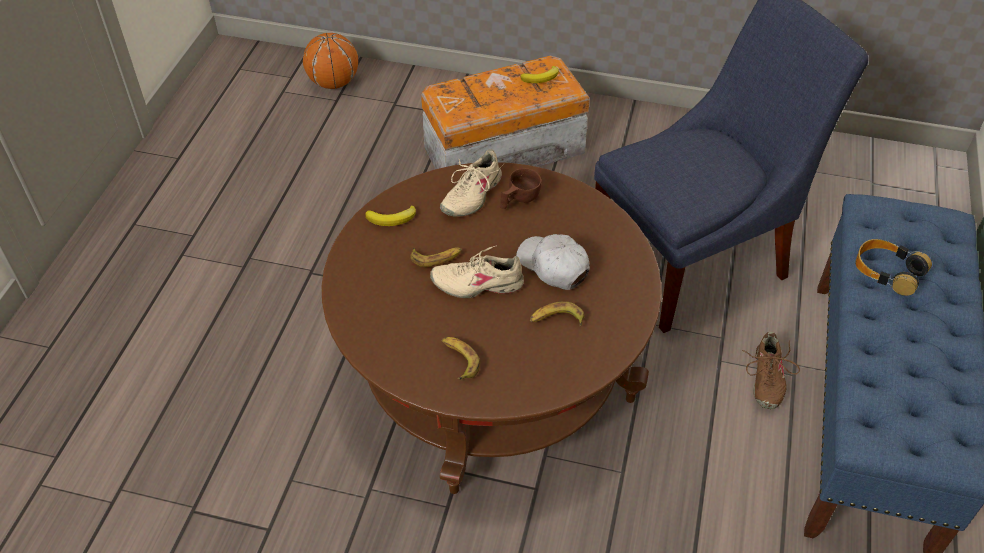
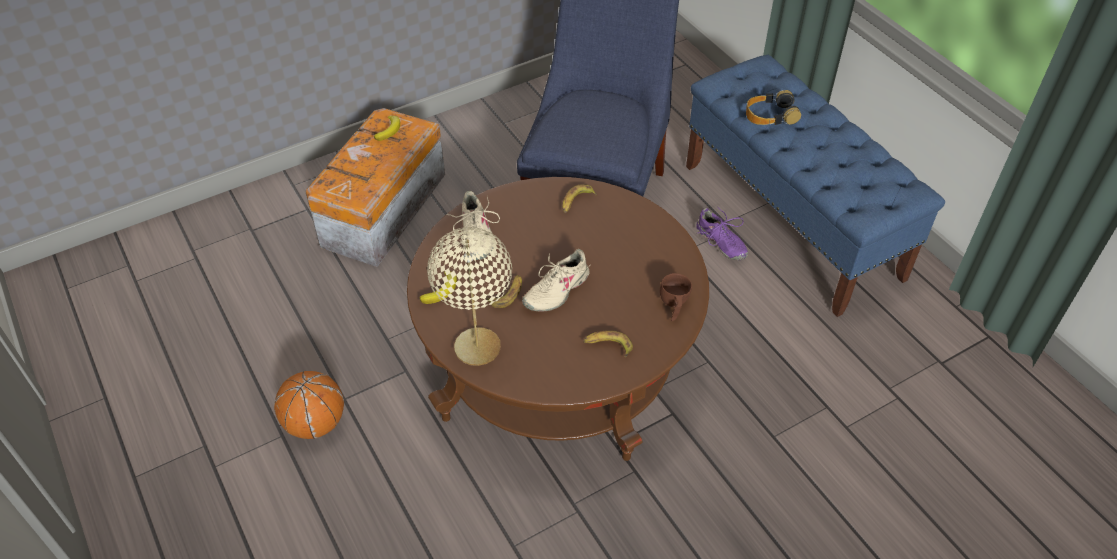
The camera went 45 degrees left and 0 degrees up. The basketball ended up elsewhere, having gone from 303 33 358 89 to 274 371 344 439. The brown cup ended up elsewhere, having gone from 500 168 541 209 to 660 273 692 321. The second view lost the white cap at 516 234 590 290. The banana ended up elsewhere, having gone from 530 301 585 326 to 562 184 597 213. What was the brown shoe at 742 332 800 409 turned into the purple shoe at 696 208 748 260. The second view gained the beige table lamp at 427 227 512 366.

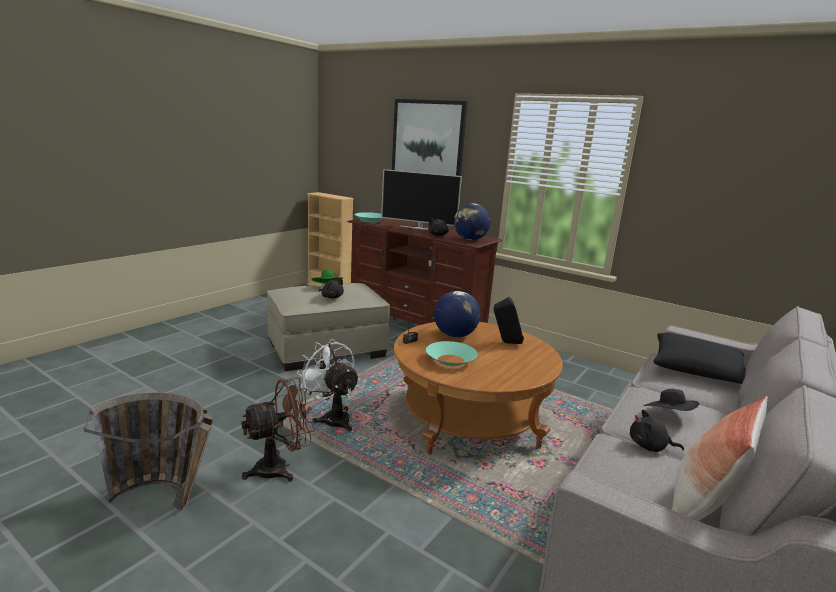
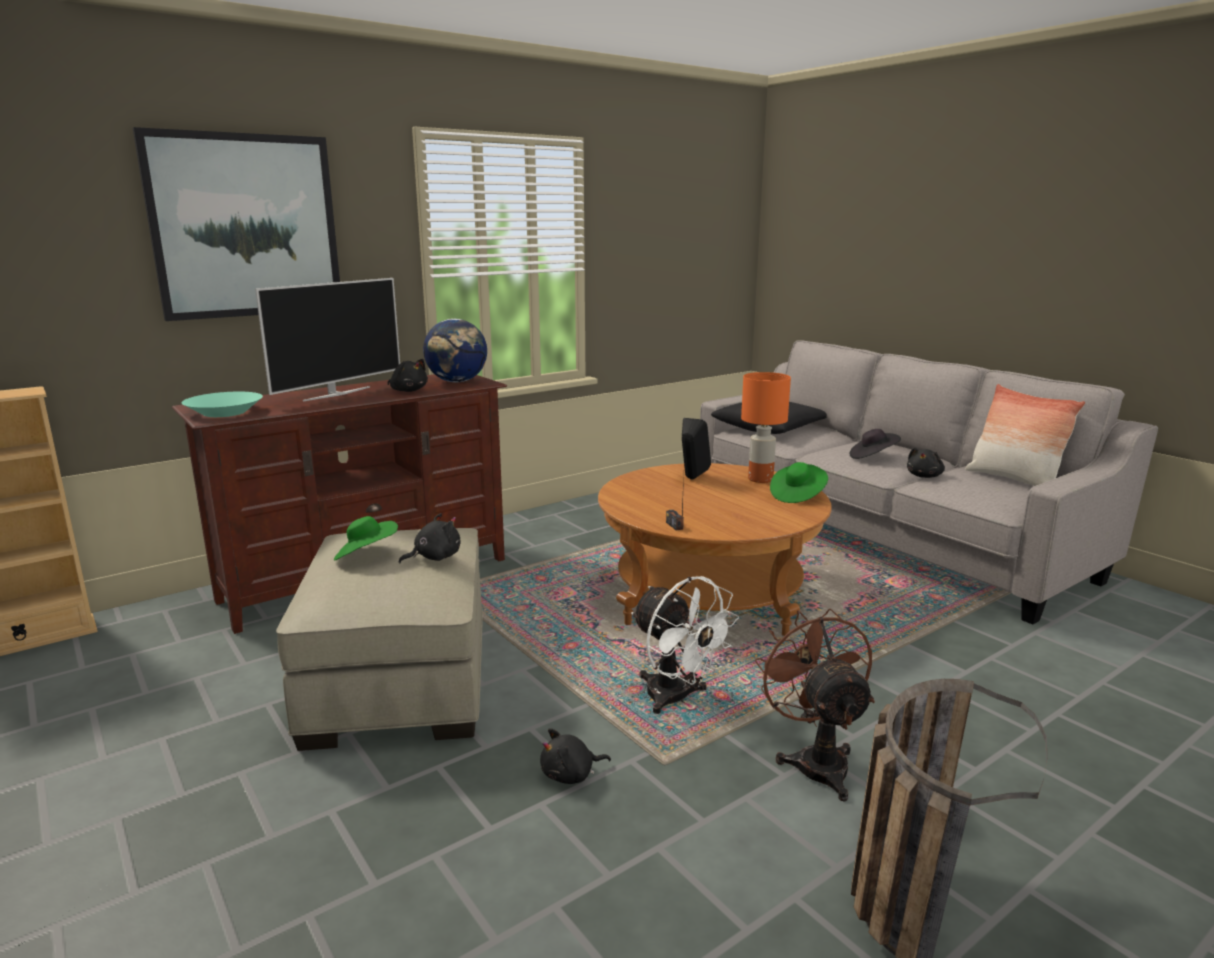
The camera went 70 degrees left and 0 degrees up. The second view lost the globe at 434 291 481 337. The white fan at 297 339 360 431 ended up facing another way, 105 degrees counterclockwise from before. The second view lost the turquoise bowl at 426 341 478 366. The second view gained the orange table lamp at 741 372 791 483. The second view gained the green hat at 770 462 828 503. The second view gained the black plush toy at 540 728 611 784.

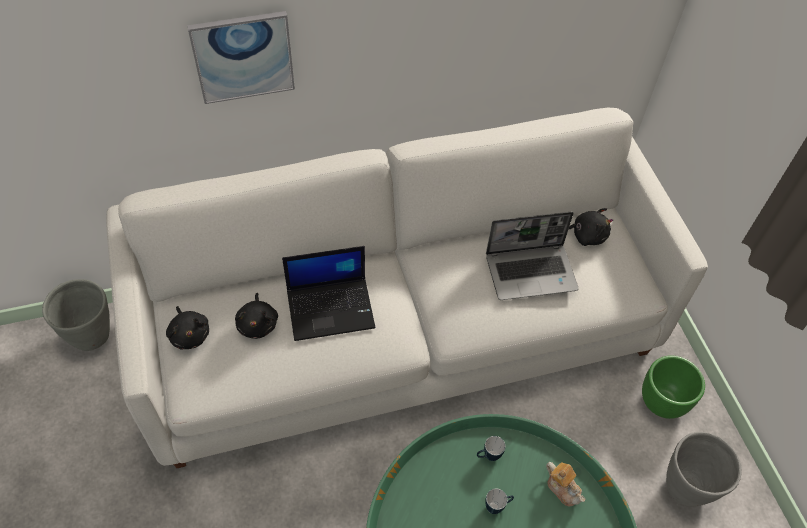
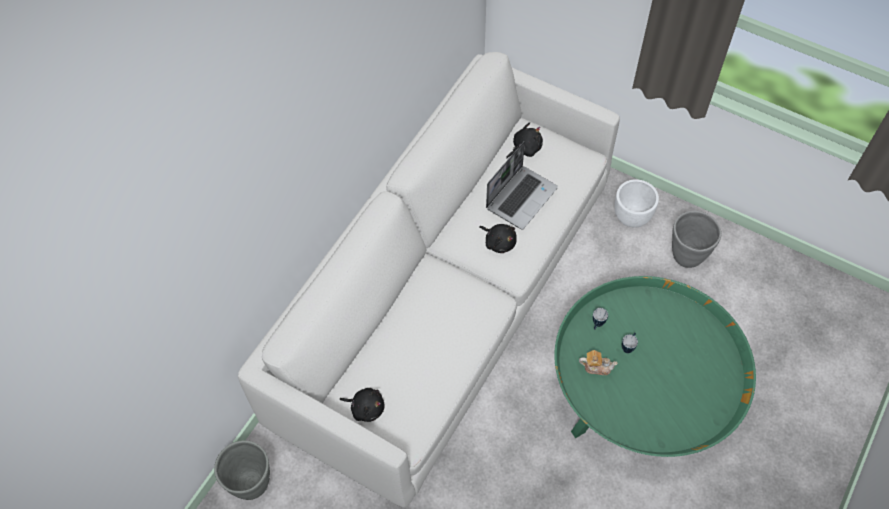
The camera went 40 degrees left and 5 degrees up. The second view lost the picture at 187 11 295 104. The second view lost the laptop at 282 246 375 341. The black plush toy ended up elsewhere, having gone from 235 293 278 339 to 479 224 517 253. What was the green planter at 642 355 705 419 turned into the white planter at 615 179 659 228. The teapot ended up elsewhere, having gone from 546 462 585 506 to 579 350 618 375.

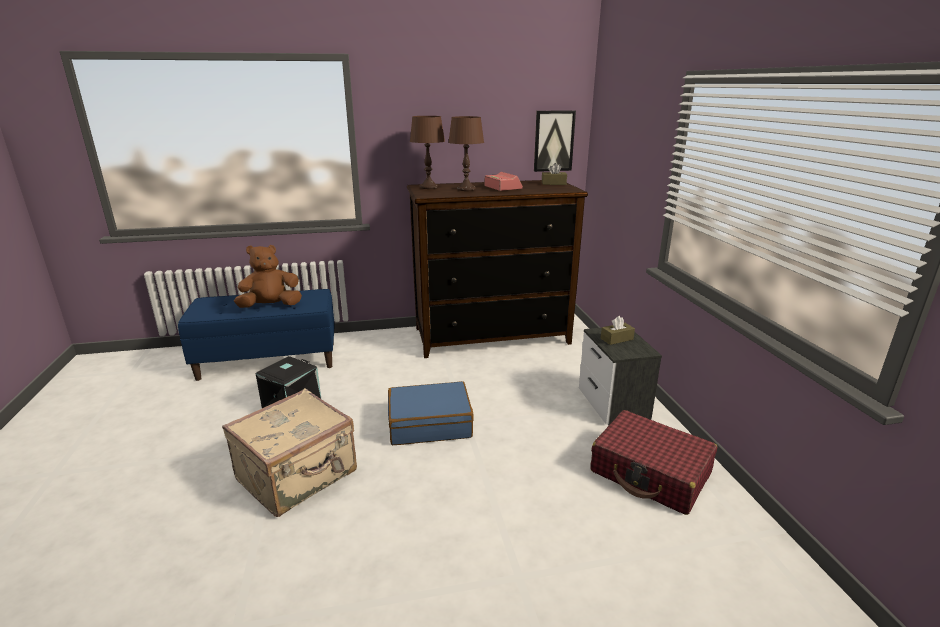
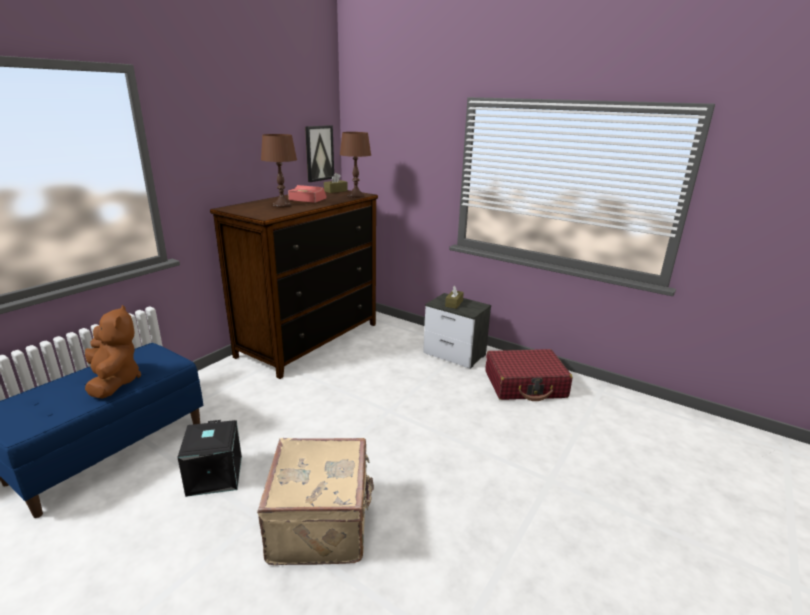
The camera went 45 degrees left and 0 degrees up. The brown table lamp ended up elsewhere, having gone from 410 116 445 189 to 340 132 371 198. The brown plush toy at 234 245 302 308 ended up facing another way, 135 degrees clockwise from before. The second view lost the blue suitcase at 388 381 474 445.

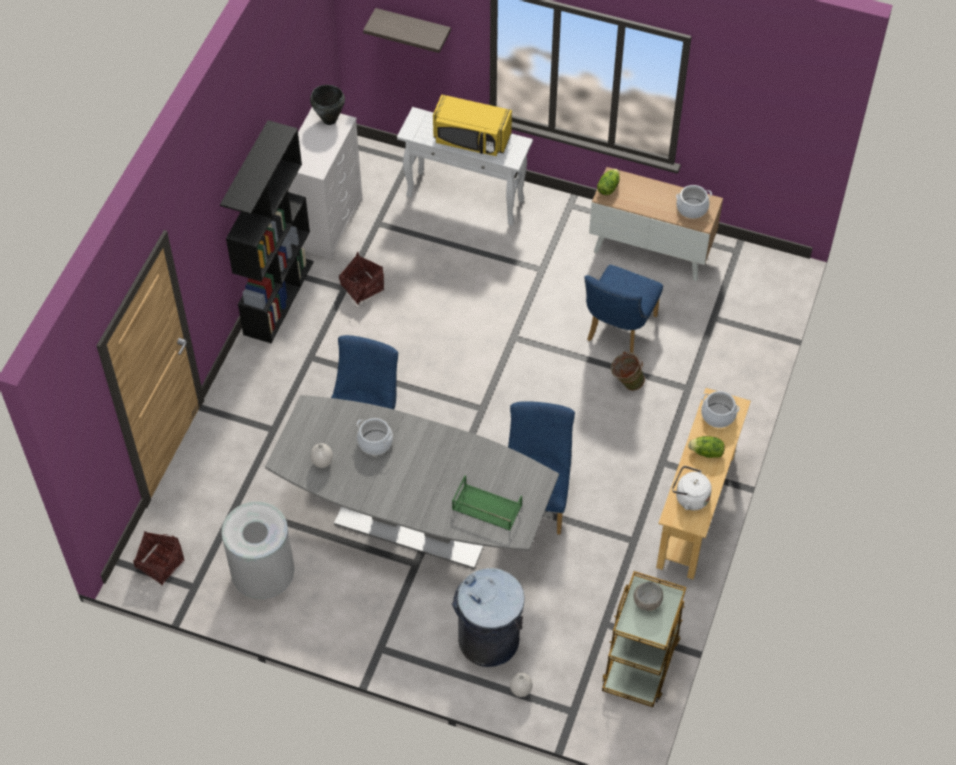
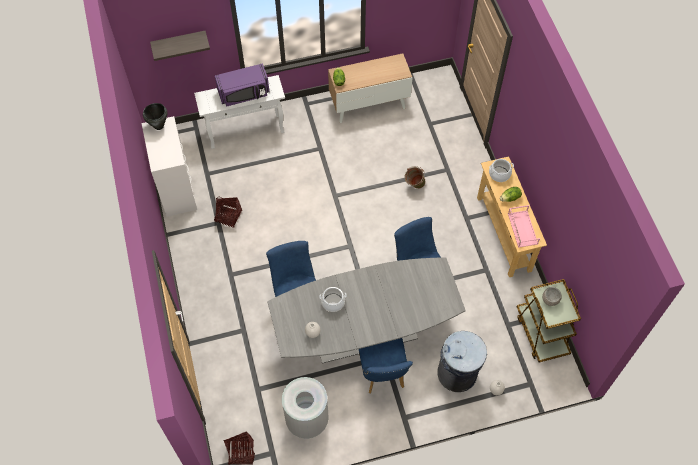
The camera went 35 degrees left and 5 degrees up. What was the yellow microwave at 433 94 512 156 turned into the purple microwave at 215 63 270 107. The second view lost the black bookcase at 220 120 314 343. The second view lost the cooking pot at 676 185 712 219. The blue chair ended up elsewhere, having gone from 584 265 663 353 to 359 338 413 394. Where the white kettle stood at 672 466 712 510, the pink tray came to stand at 508 205 540 248. The second view lost the green tray at 452 476 522 530.

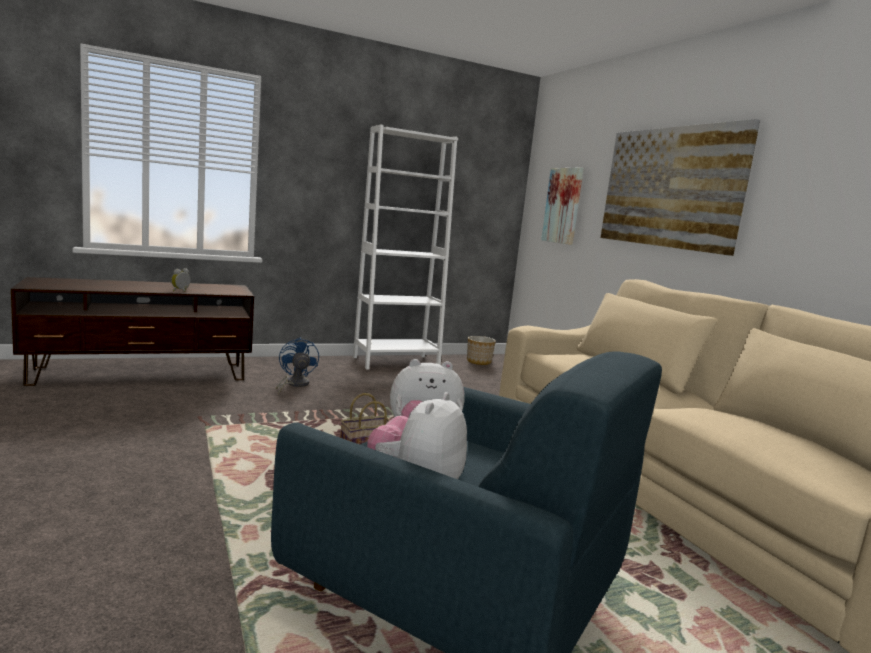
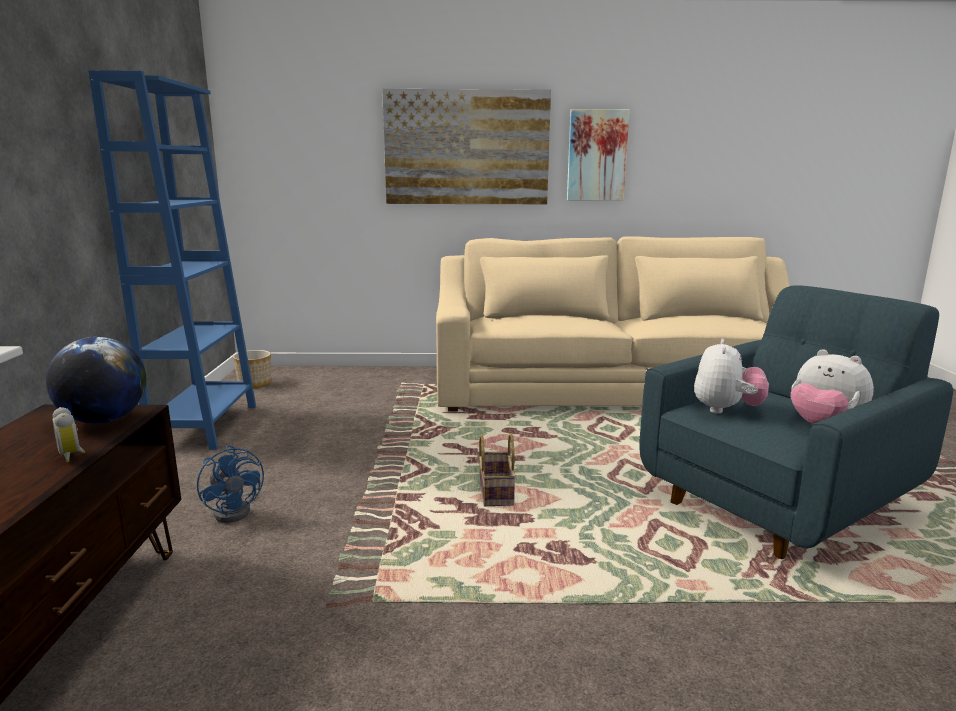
The camera went 65 degrees left and 5 degrees up. What was the white bookcase at 353 125 458 370 turned into the blue bookcase at 88 70 256 450. The picture ended up elsewhere, having gone from 541 167 584 245 to 567 109 629 201. The blue fan at 276 337 319 394 ended up facing another way, 135 degrees counterclockwise from before. The second view gained the globe at 46 337 146 424.

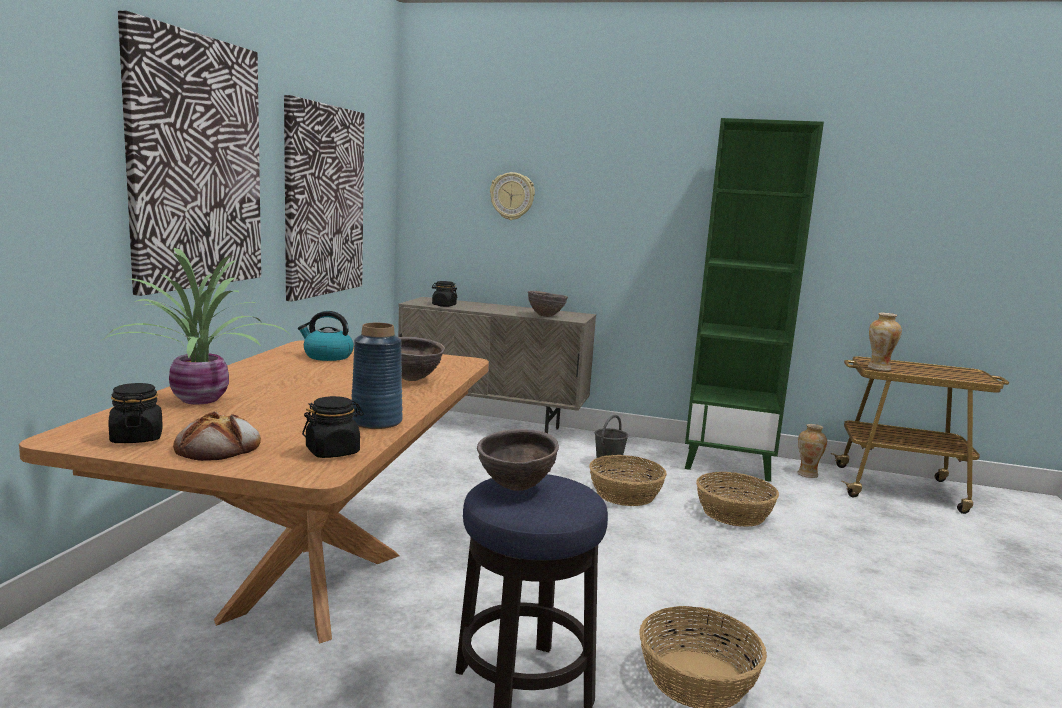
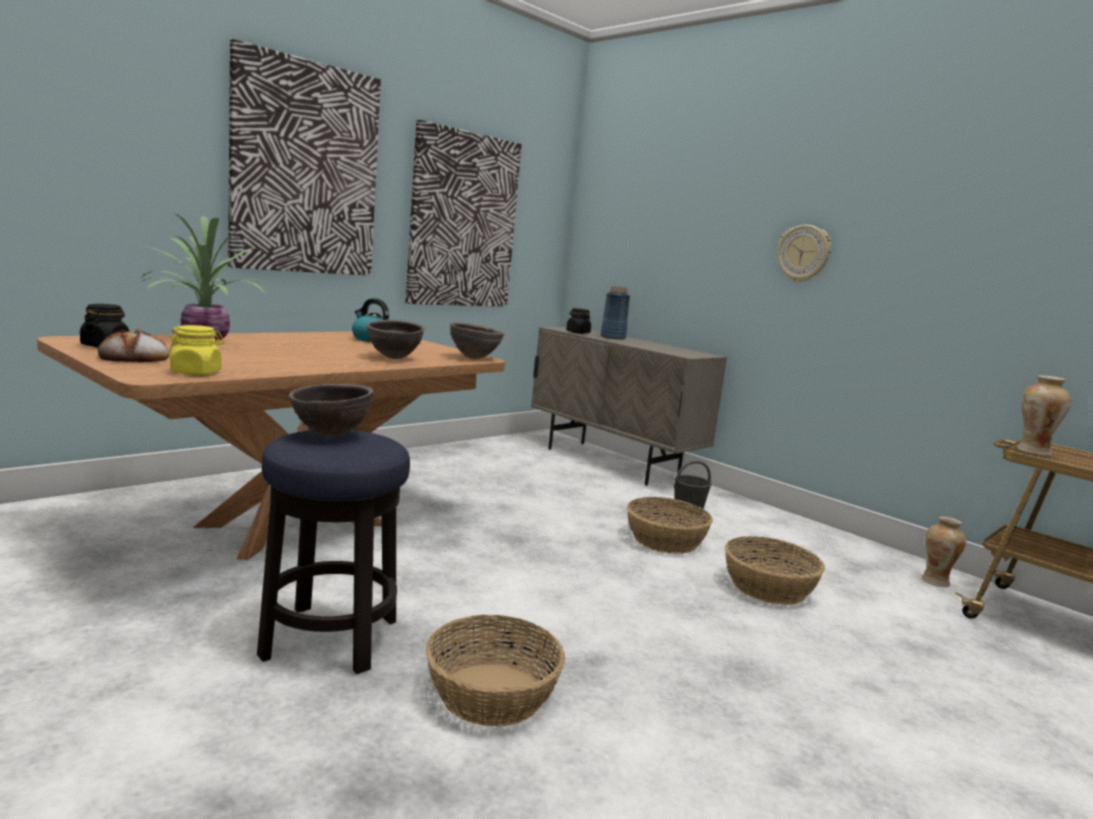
The camera went 30 degrees right and 0 degrees up. The second view lost the green bookcase at 685 118 824 482. The wall clock ended up elsewhere, having gone from 490 172 535 220 to 777 225 831 282. The brown bowl ended up elsewhere, having gone from 528 291 568 317 to 450 322 504 359. The blue vase ended up elsewhere, having gone from 351 323 403 429 to 600 286 630 340. What was the black jar at 302 396 364 458 turned into the yellow jar at 169 325 224 375.

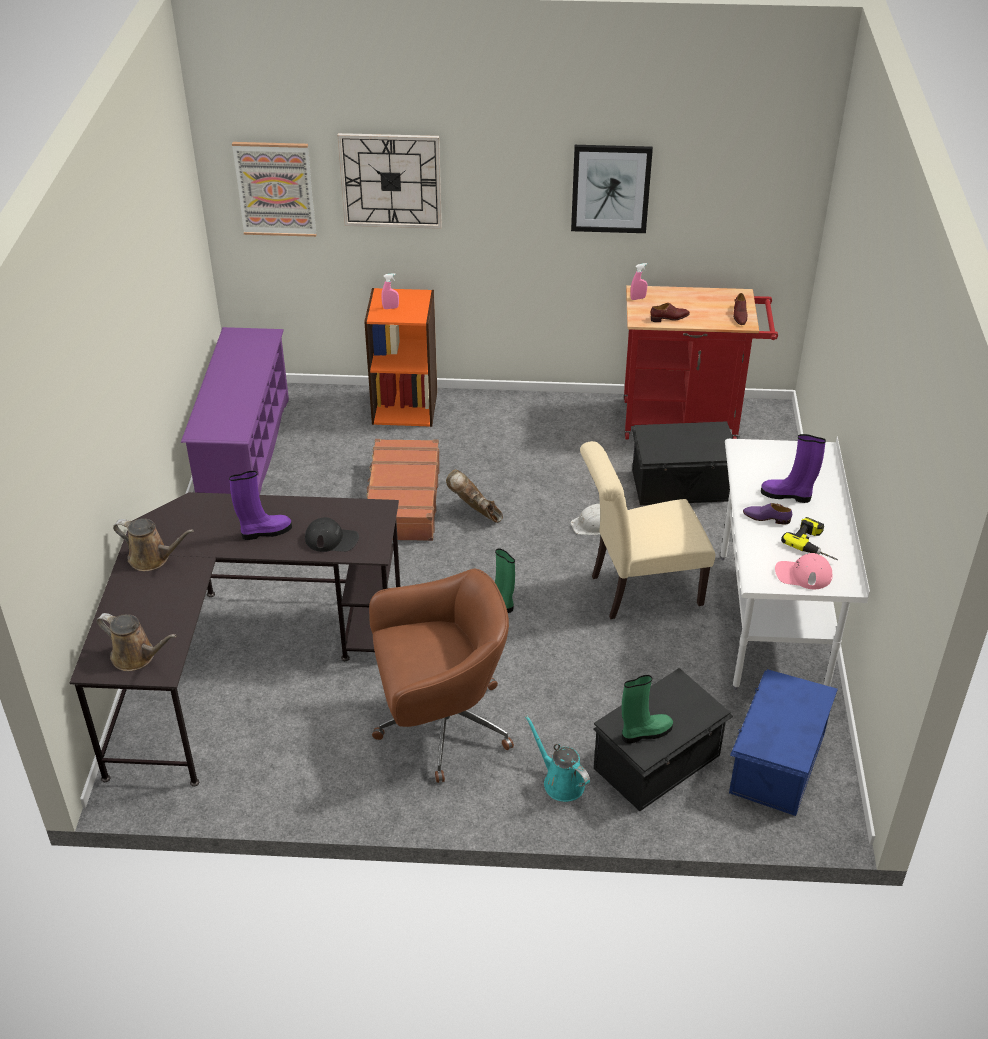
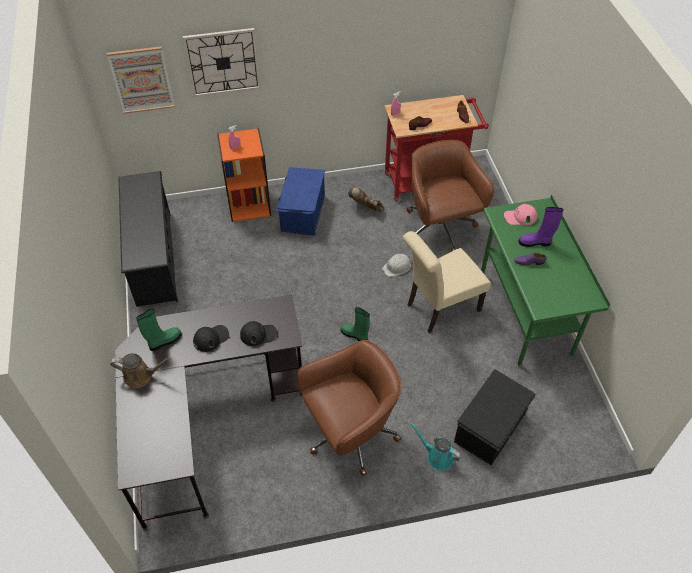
The camera went 15 degrees left and 10 degrees up. The second view lost the picture at 571 145 653 233. What was the purple shoe rack at 181 327 289 495 turned into the black shoe rack at 118 171 178 307. Where the black storage box stood at 632 421 732 505, the brown office chair came to stand at 407 140 494 252. What was the white desk at 720 436 870 690 turned into the green desk at 481 194 610 366. The second view lost the brown suitcase at 366 439 440 541. The brown boot ended up elsewhere, having gone from 446 470 503 523 to 348 185 383 212. Where the purple boot stood at 229 471 292 540, the black cap came to stand at 193 325 229 352. The second view lost the power drill at 781 517 838 560. The pink cap ended up elsewhere, having gone from 775 553 833 589 to 504 204 537 225. The second view lost the brown watering can at 97 613 177 671. The blue storage box ended up elsewhere, having gone from 729 669 838 816 to 276 167 325 236. The green boot ended up elsewhere, having gone from 622 675 673 743 to 136 309 182 351.

